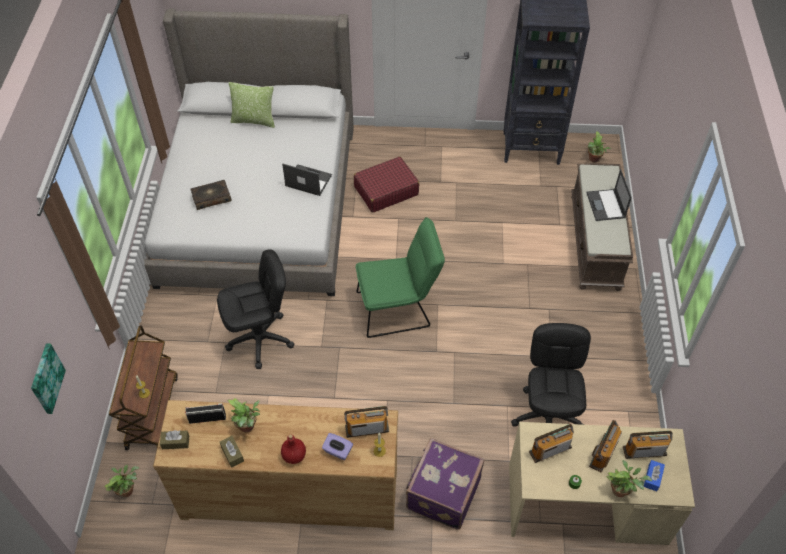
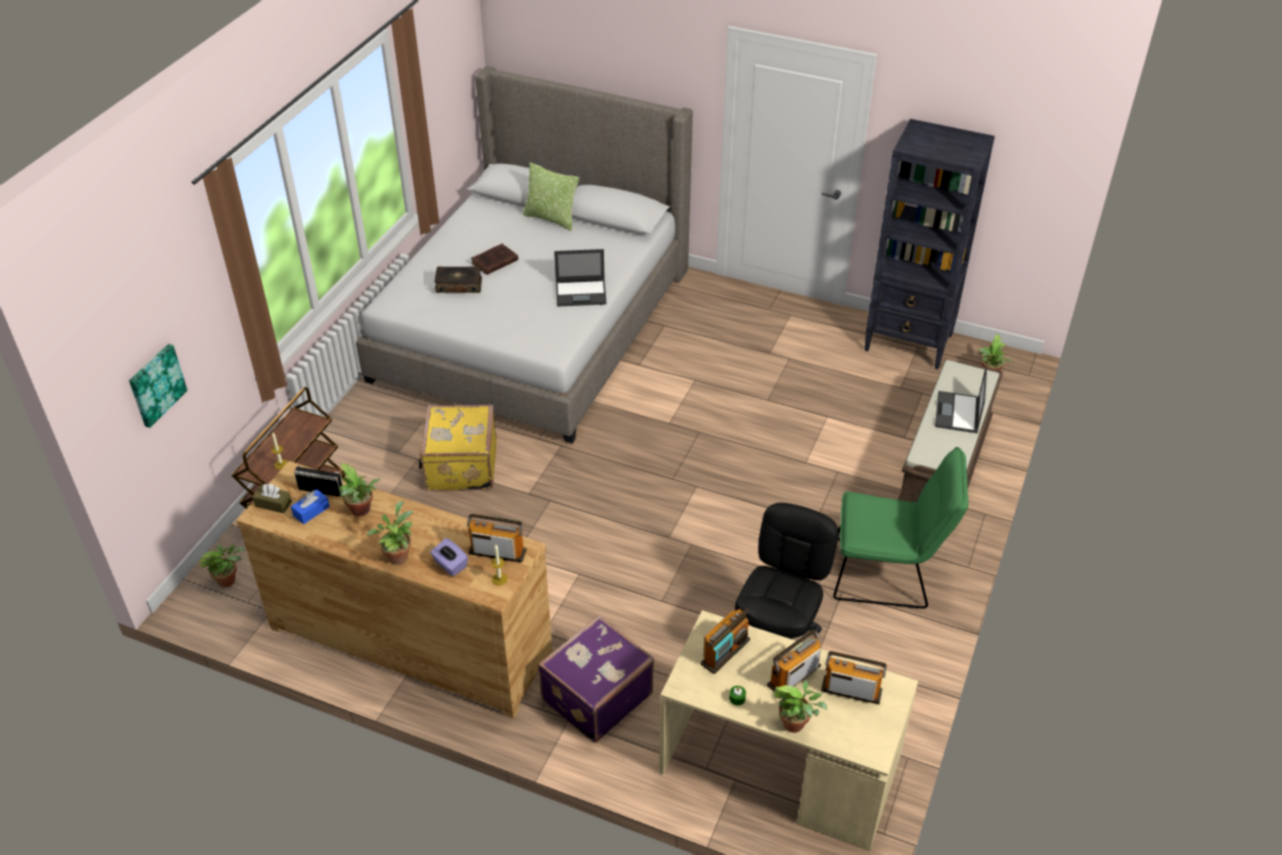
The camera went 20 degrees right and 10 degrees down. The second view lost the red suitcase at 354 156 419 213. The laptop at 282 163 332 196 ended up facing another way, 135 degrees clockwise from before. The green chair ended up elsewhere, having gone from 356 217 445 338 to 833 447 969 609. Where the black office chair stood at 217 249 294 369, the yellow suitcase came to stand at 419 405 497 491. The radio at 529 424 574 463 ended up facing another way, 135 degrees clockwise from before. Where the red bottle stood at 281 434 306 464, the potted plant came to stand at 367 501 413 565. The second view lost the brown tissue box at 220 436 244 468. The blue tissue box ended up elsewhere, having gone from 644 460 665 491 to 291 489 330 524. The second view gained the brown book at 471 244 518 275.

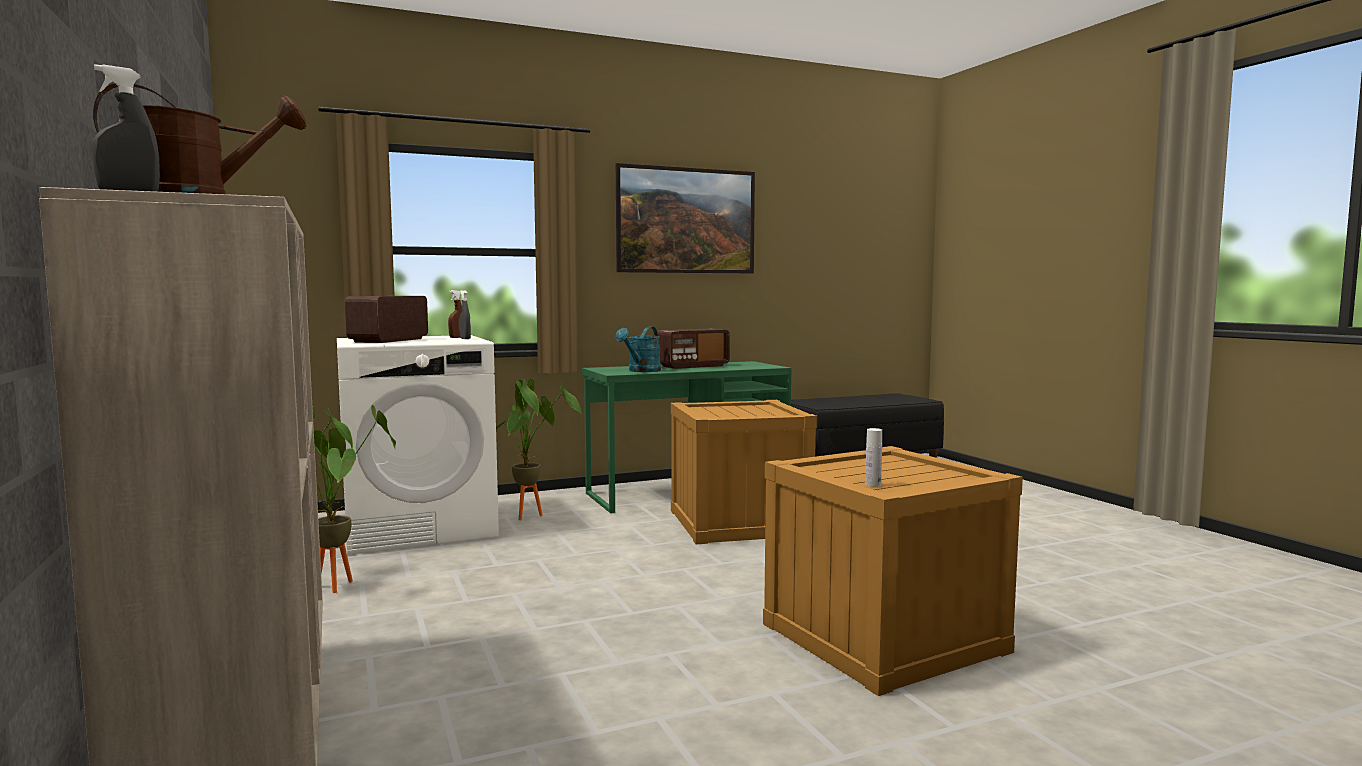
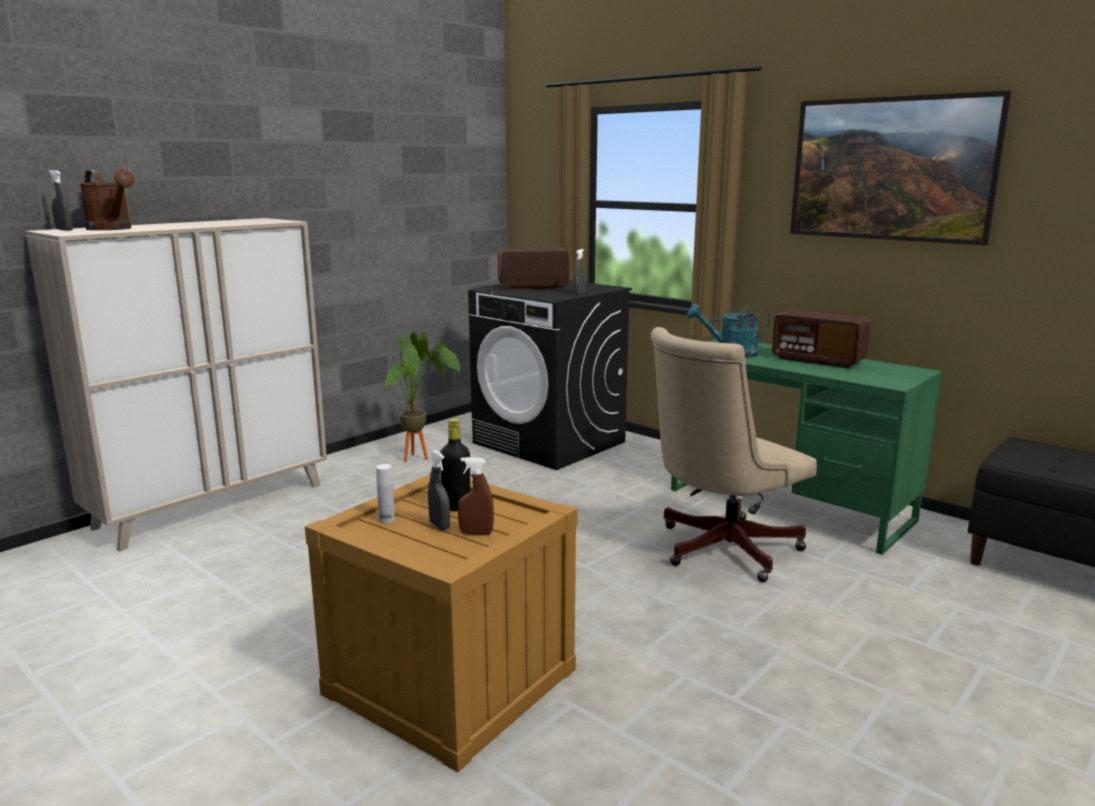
The camera went 65 degrees right and 10 degrees up. The brown spray bottle ended up elsewhere, having gone from 448 290 462 338 to 458 457 494 535. What was the white washing machine at 337 335 499 555 turned into the black washing machine at 468 280 632 470. The second view lost the potted plant at 496 378 581 520. Where the crate stood at 671 400 817 544, the beige office chair came to stand at 650 327 817 582. The second view gained the black bottle at 440 419 470 511. The second view gained the grey spray bottle at 428 450 450 530.

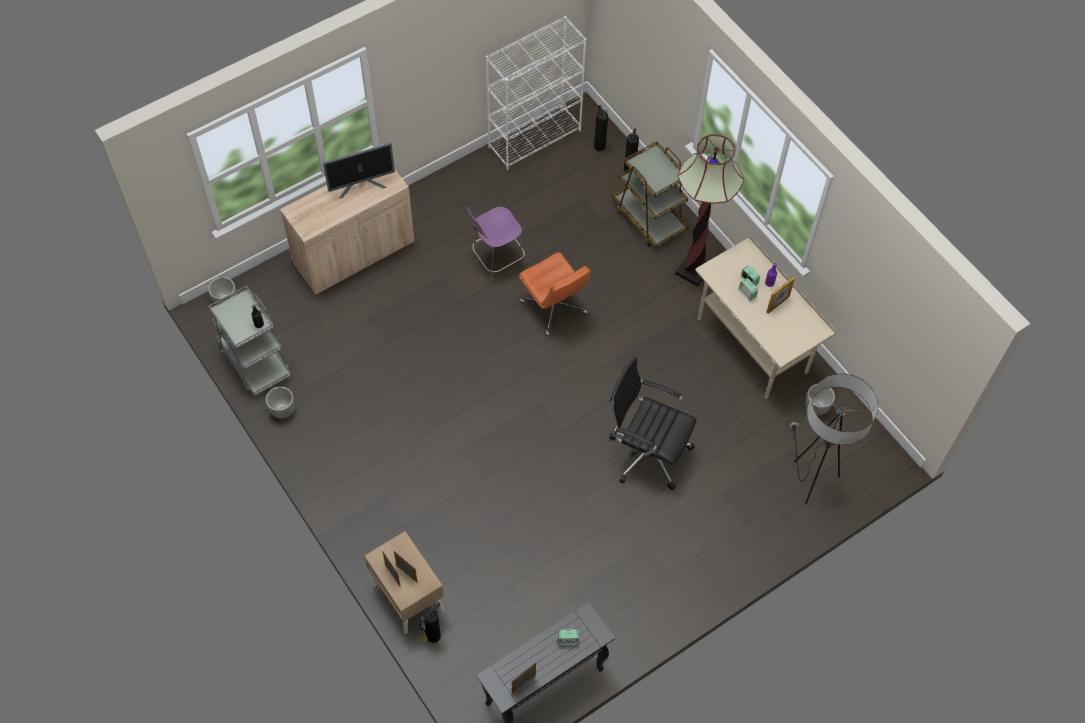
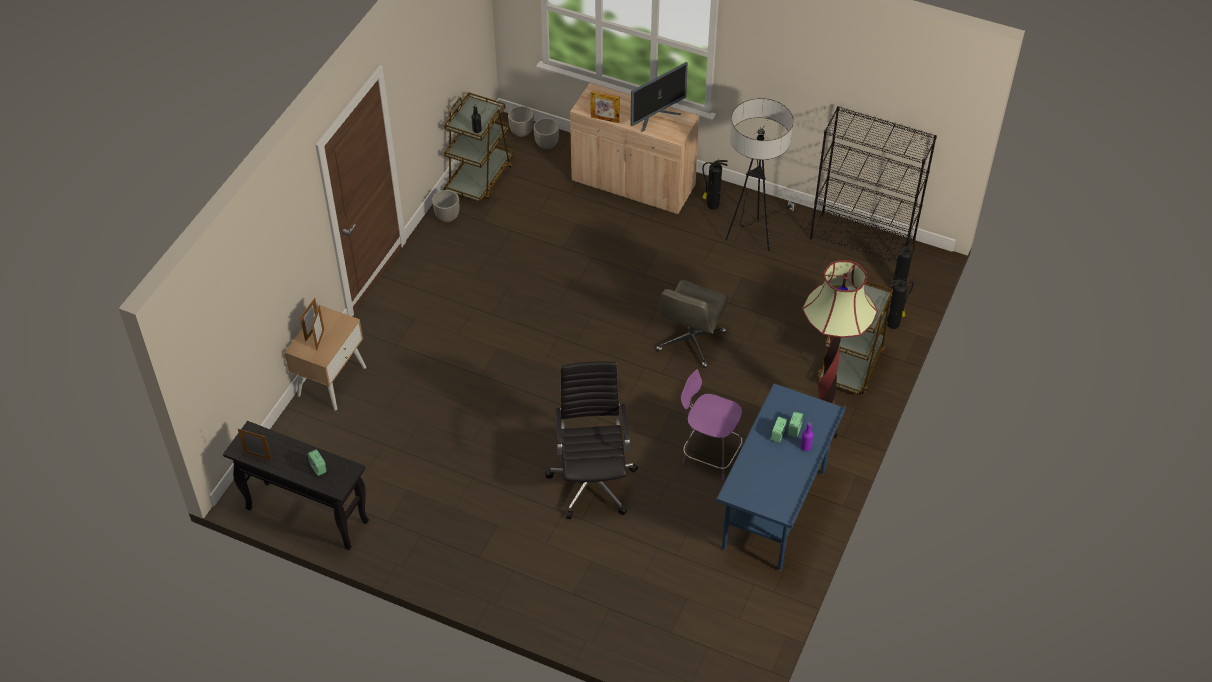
The camera went 60 degrees right and 10 degrees down. What was the white bookcase at 486 16 586 170 turned into the black bookcase at 810 106 937 262. The monitor at 323 143 395 199 ended up facing another way, 75 degrees counterclockwise from before. The purple chair ended up elsewhere, having gone from 466 207 525 281 to 681 369 743 480. What was the beige desk at 695 235 836 400 turned into the blue desk at 716 384 846 571. What was the orange office chair at 519 252 591 337 turned into the grey office chair at 656 280 729 368. The picture frame ended up elsewhere, having gone from 767 277 795 314 to 590 91 620 123. What was the grey cart at 209 286 292 396 turned into the brown cart at 444 92 514 202. The floor lamp ended up elsewhere, having gone from 789 374 878 504 to 726 98 796 251. The planter ended up elsewhere, having gone from 806 384 835 415 to 533 118 559 149. The fire extinguisher ended up elsewhere, having gone from 419 602 441 643 to 702 158 728 210.

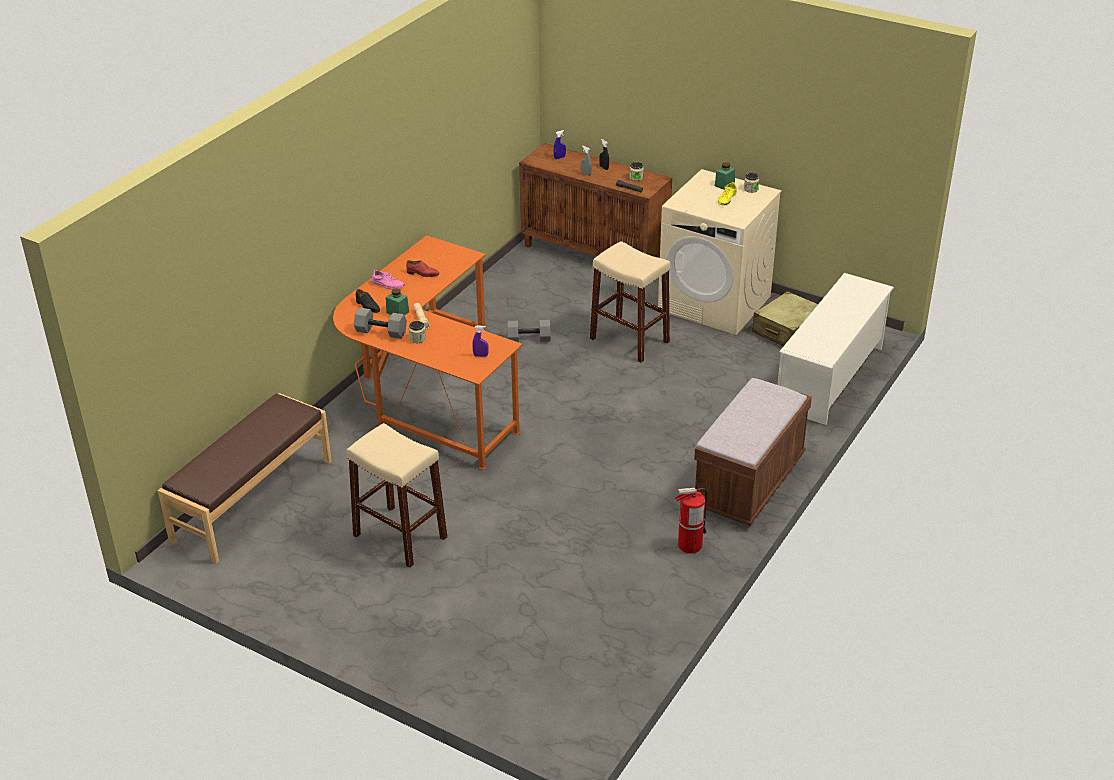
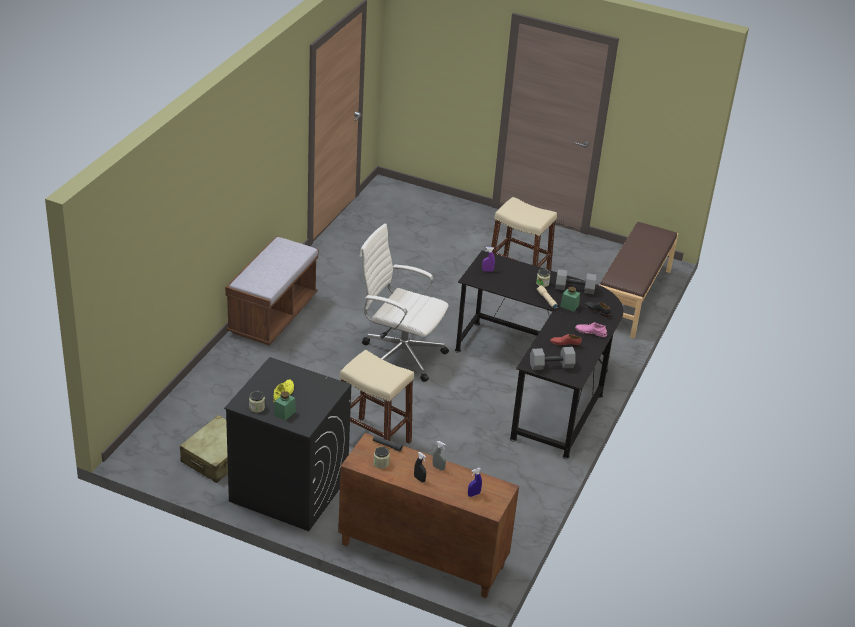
The camera went 170 degrees right and 0 degrees up. What was the beige washing machine at 658 169 782 335 turned into the black washing machine at 224 357 351 531. What was the orange desk at 333 235 522 469 turned into the black desk at 455 250 623 459. The second view lost the white shoe rack at 778 273 894 425. The grey dumbbell ended up elsewhere, having gone from 507 320 551 342 to 530 347 575 370. The second view lost the fire extinguisher at 675 488 707 553. The second view gained the white office chair at 360 224 449 382.

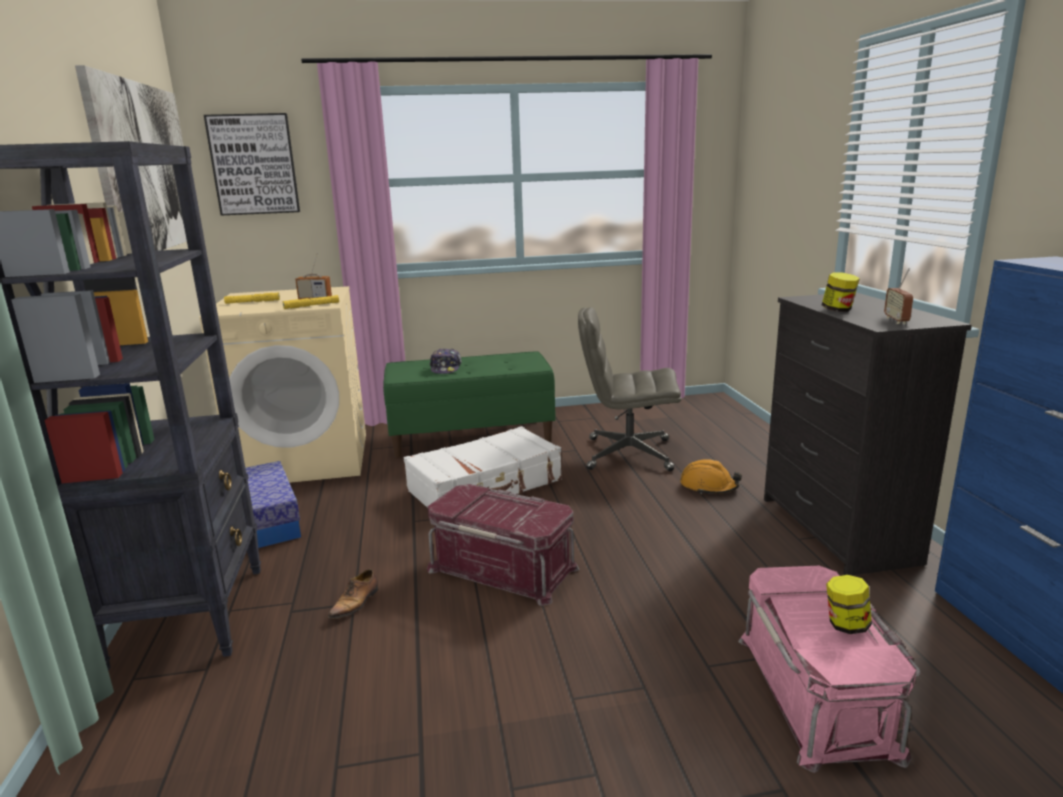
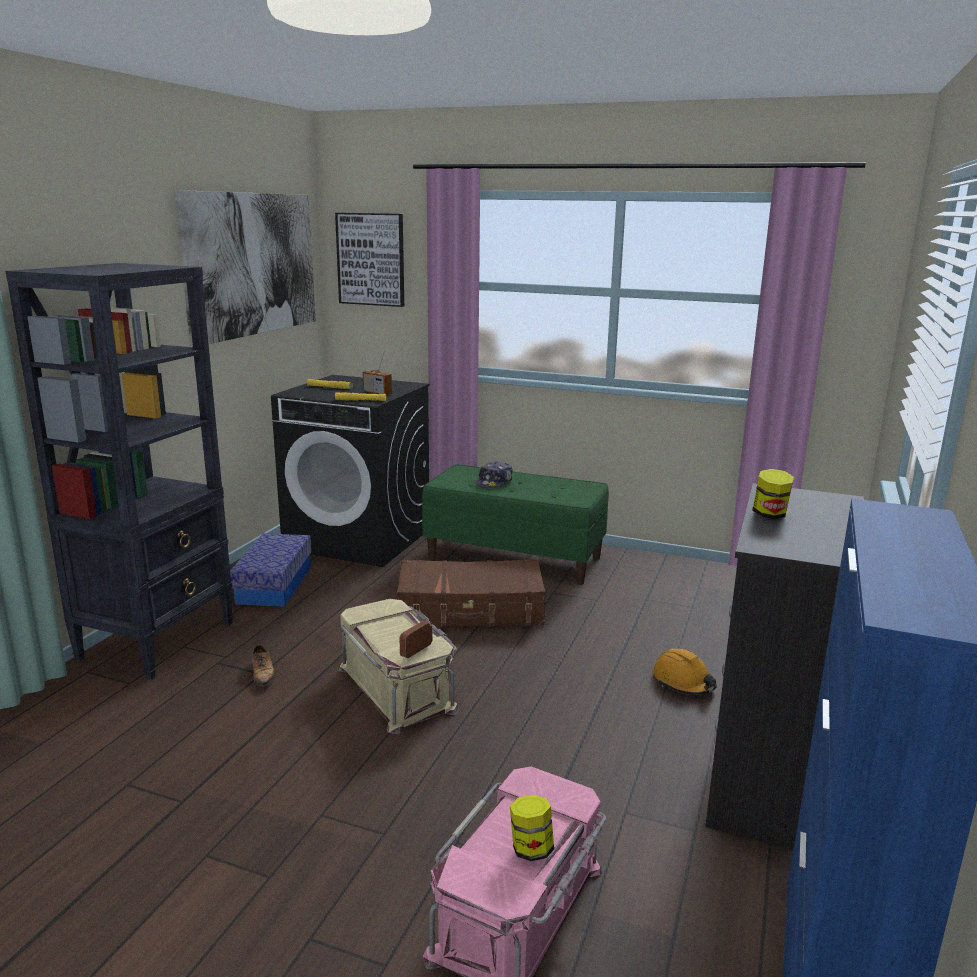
The camera went 30 degrees right and 0 degrees up. The radio ended up elsewhere, having gone from 884 268 913 324 to 400 610 432 659. What was the beige washing machine at 199 286 366 483 turned into the black washing machine at 271 375 430 567. The second view lost the grey office chair at 578 307 682 471. What was the white suitcase at 404 426 562 508 turned into the brown suitcase at 397 559 546 627. What was the red storage box at 427 484 579 606 turned into the beige storage box at 338 599 459 734. The shoe at 328 569 378 619 ended up facing another way, 75 degrees counterclockwise from before.

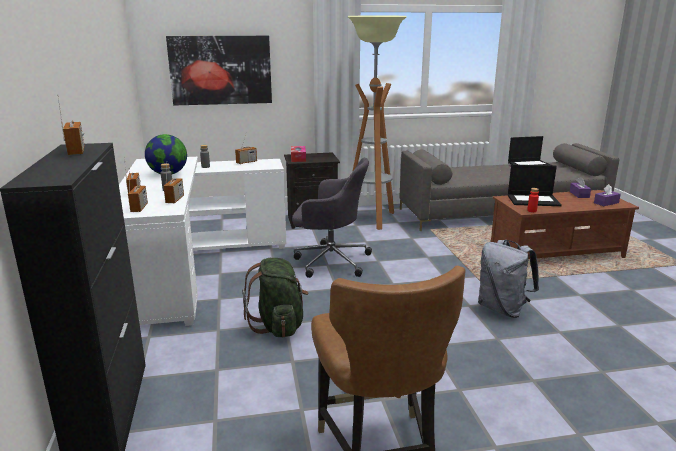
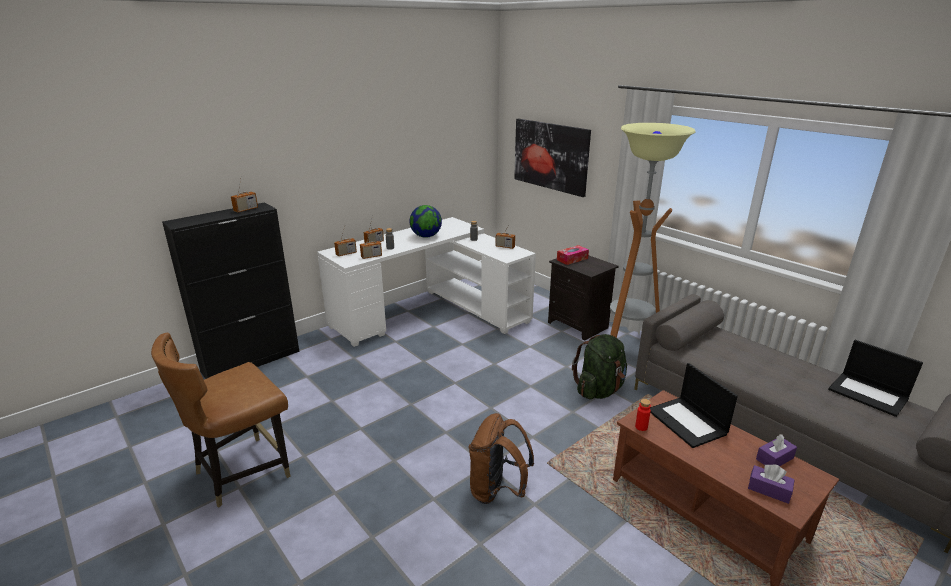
The camera went 60 degrees right and 5 degrees up. The second view lost the grey office chair at 292 158 372 278. What was the grey backpack at 478 240 539 318 turned into the brown backpack at 468 413 534 504. The green backpack ended up elsewhere, having gone from 243 258 309 338 to 572 334 627 399.

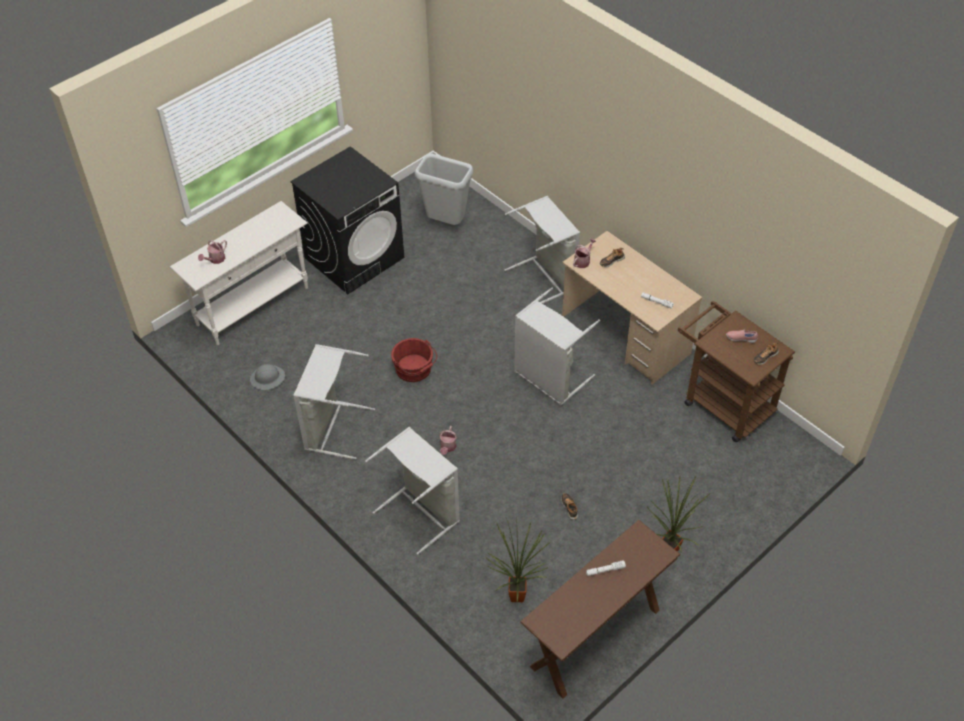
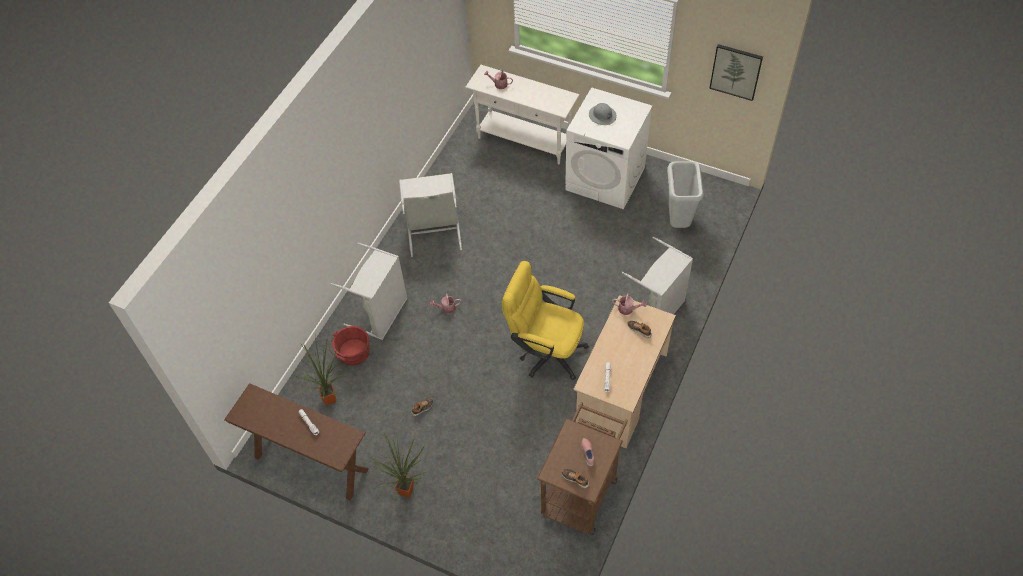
The camera went 70 degrees right and 5 degrees up. What was the black washing machine at 290 146 404 294 turned into the white washing machine at 565 87 652 209. Where the grey laundry basket stood at 514 287 600 405, the yellow office chair came to stand at 502 261 589 380. The red bucket ended up elsewhere, having gone from 391 338 437 382 to 329 326 370 365. The grey hard hat ended up elsewhere, having gone from 250 364 285 390 to 589 103 617 125. The second view gained the picture at 709 44 763 101.

